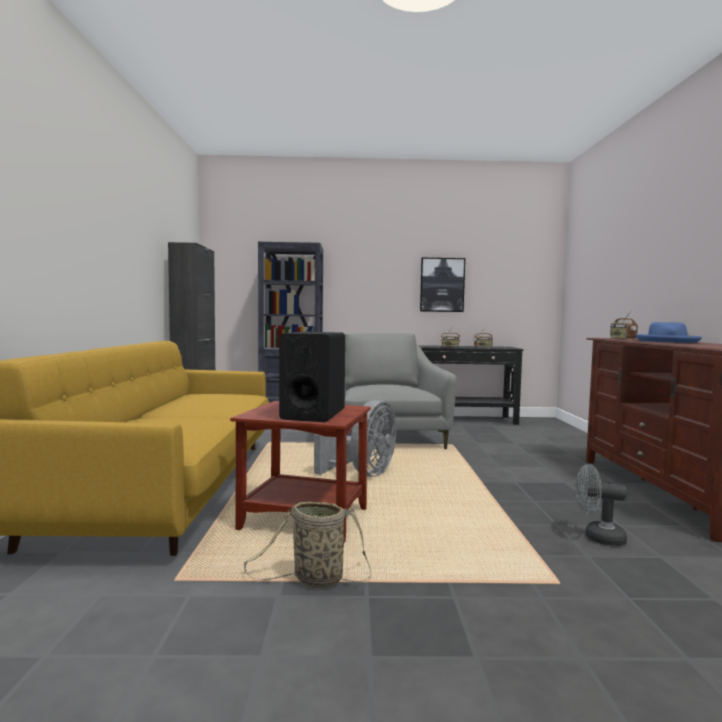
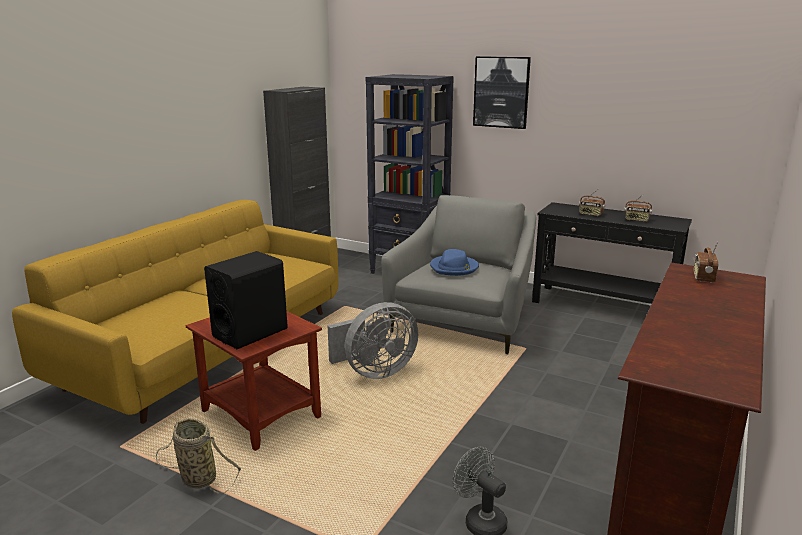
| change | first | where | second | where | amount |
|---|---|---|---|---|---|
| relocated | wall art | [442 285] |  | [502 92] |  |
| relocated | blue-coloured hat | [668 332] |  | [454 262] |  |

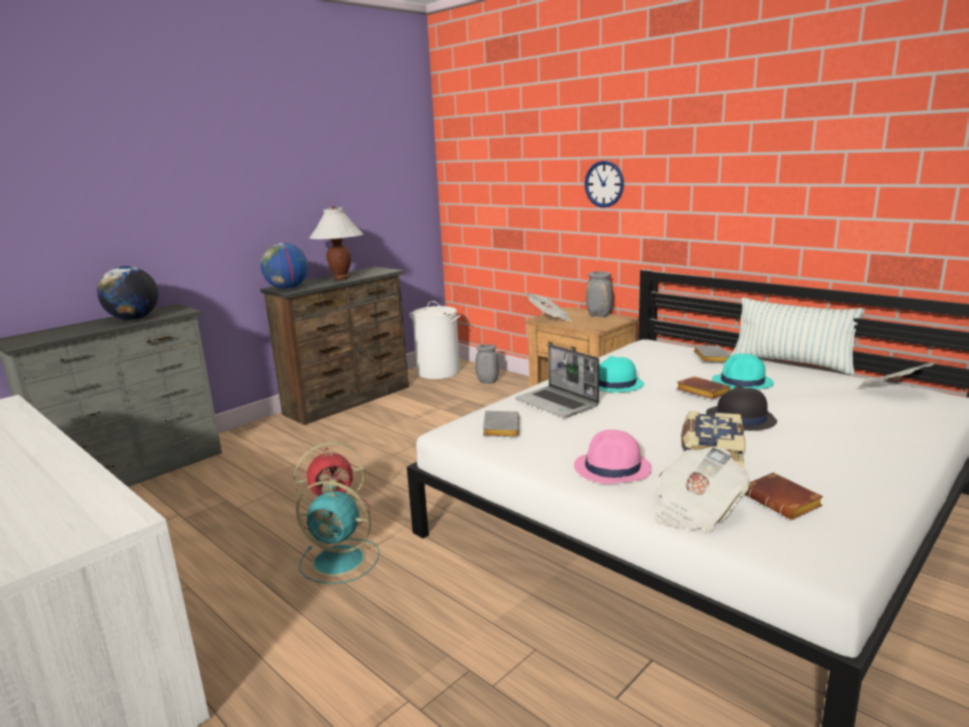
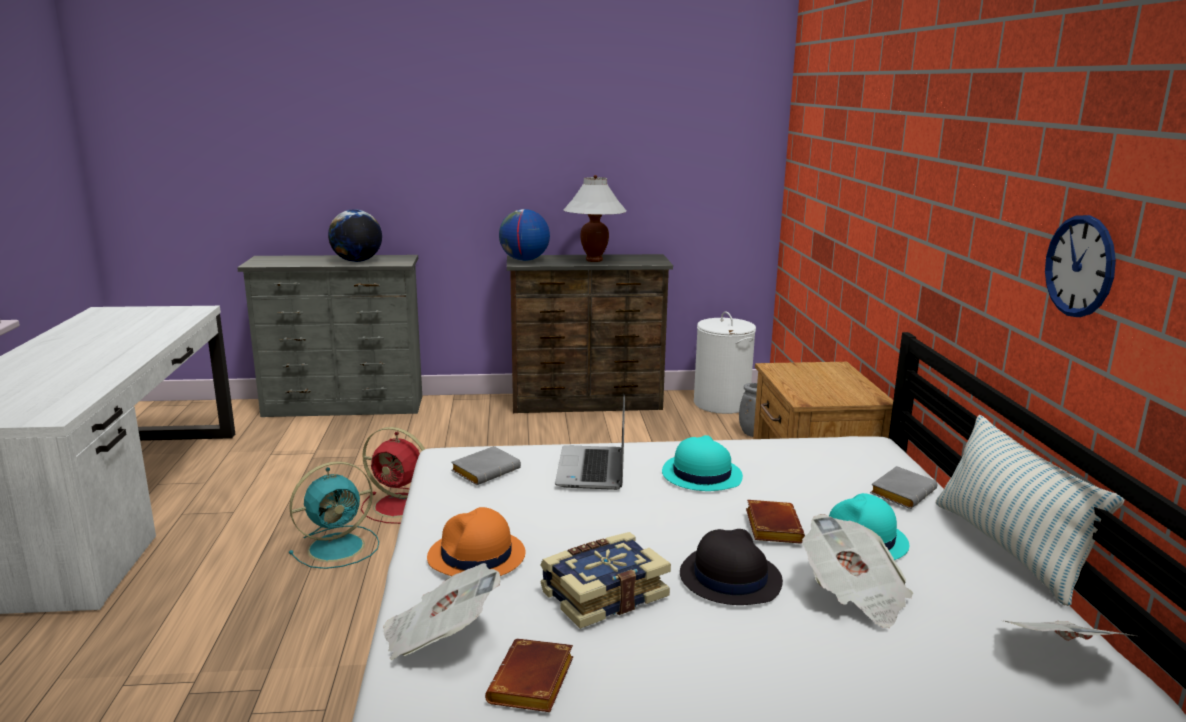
| change | first | where | second | where | amount |
|---|---|---|---|---|---|
| spun | turquoise-coloured fan | [338 532] |  | [334 515] | 90 degrees counterclockwise |
| relocated | newspaper | [548 307] |  | [857 571] |  |
| colour | pinkish hat | [613 457] | orangey hat | [476 541] |  |
| relocated | hanging clock | [604 184] |  | [1080 266] |  |
| missing | greyish vase | [599 294] |  |  |  |

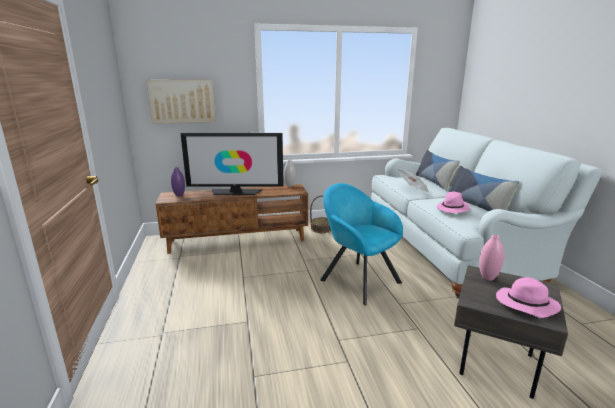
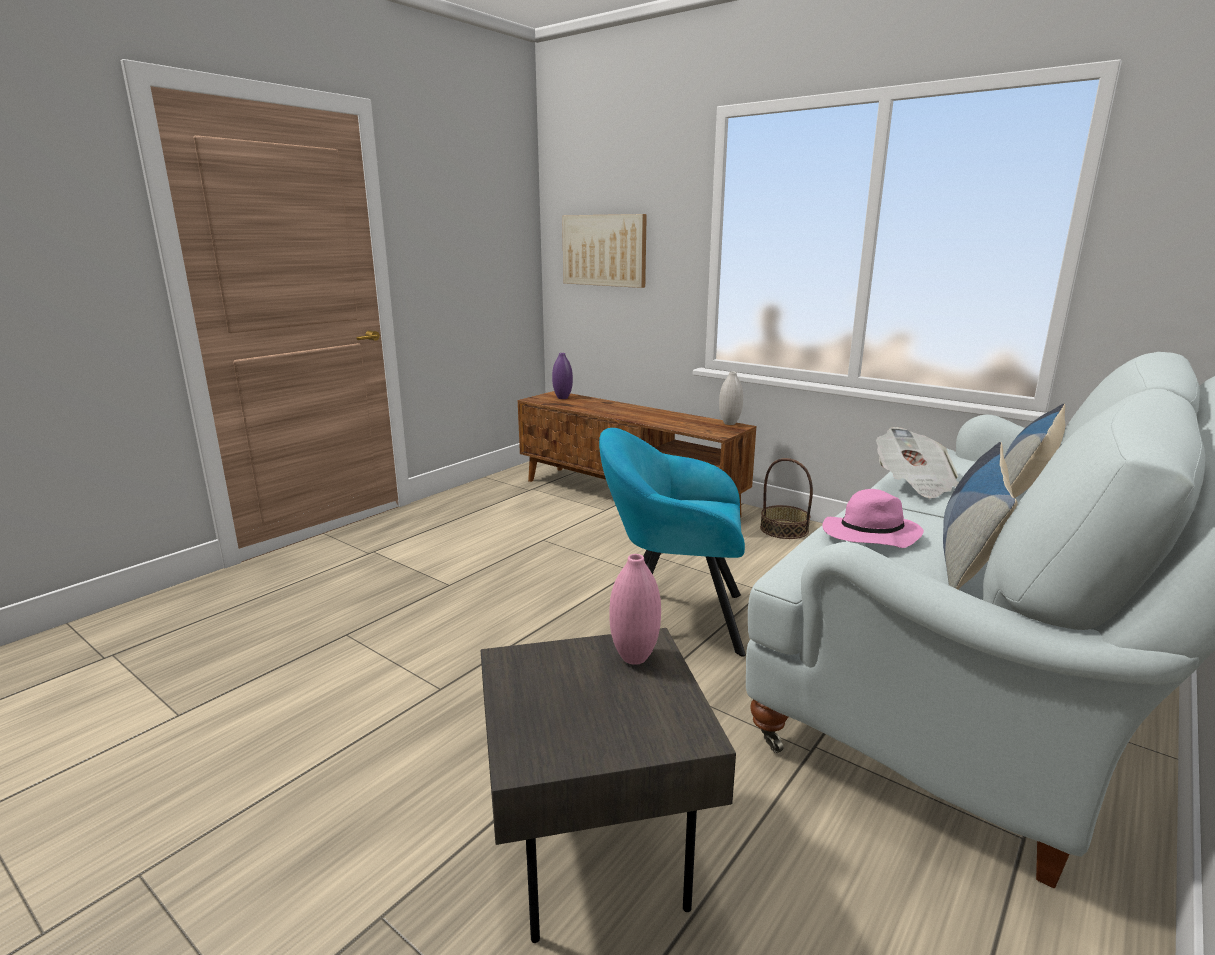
| change | first | where | second | where | amount |
|---|---|---|---|---|---|
| missing | TV set | [232 164] |  |  |  |
| spun | turquoise-coloured armchair | [361 244] |  | [672 542] | 90 degrees counterclockwise |
| missing | pinkish hat | [528 297] |  |  |  |

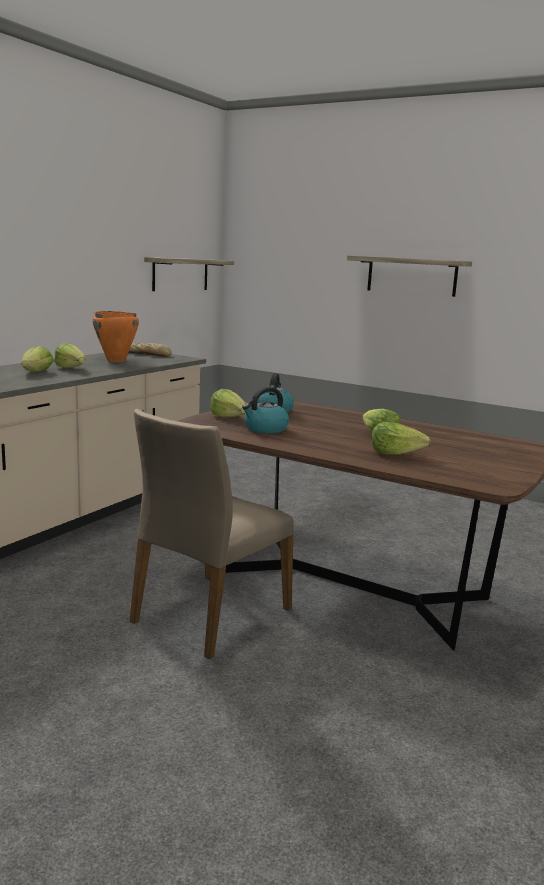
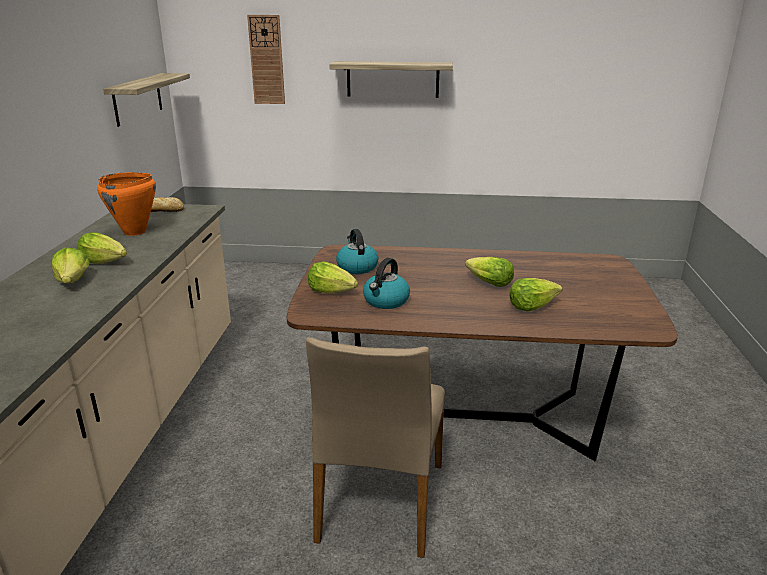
| change | first | where | second | where | amount |
|---|---|---|---|---|---|
| appeared |  |  | hanging clock | [266 59] |  |

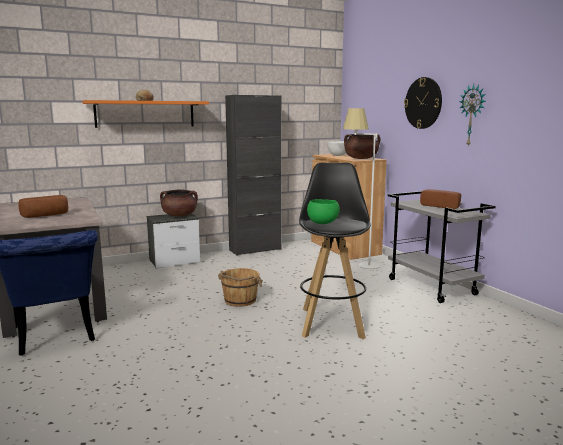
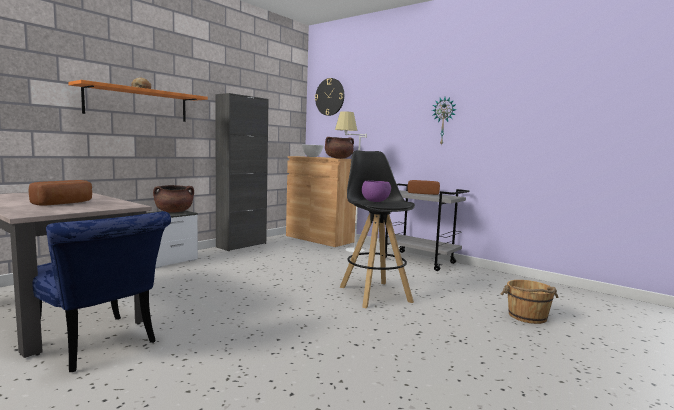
| change | first | where | second | where | amount |
|---|---|---|---|---|---|
| relocated | brown bucket | [240 287] |  | [529 302] |  |
| colour | greenish deep dish | [323 211] | purplish deep dish | [376 191] |  |
| relocated | hanging clock | [423 103] |  | [329 97] |  |

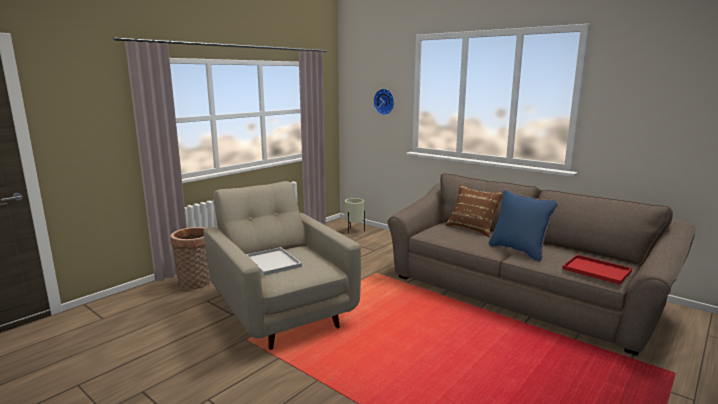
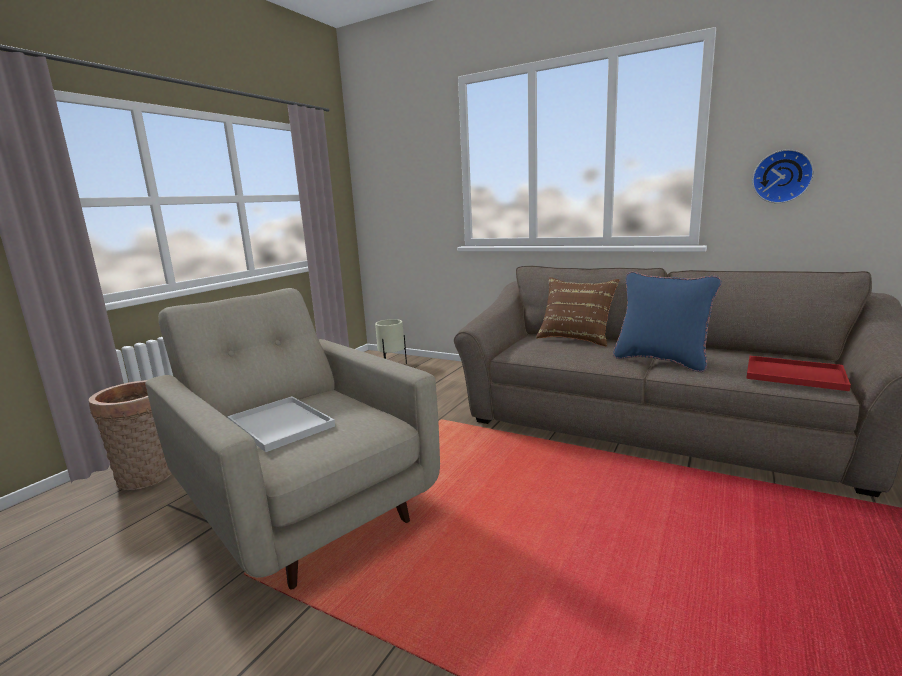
| change | first | where | second | where | amount |
|---|---|---|---|---|---|
| relocated | hanging clock | [383 102] |  | [783 176] |  |

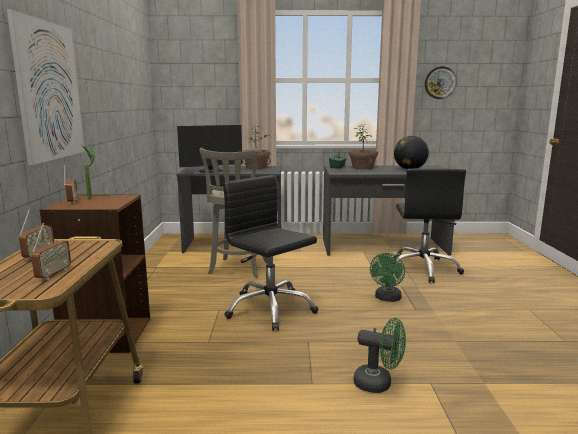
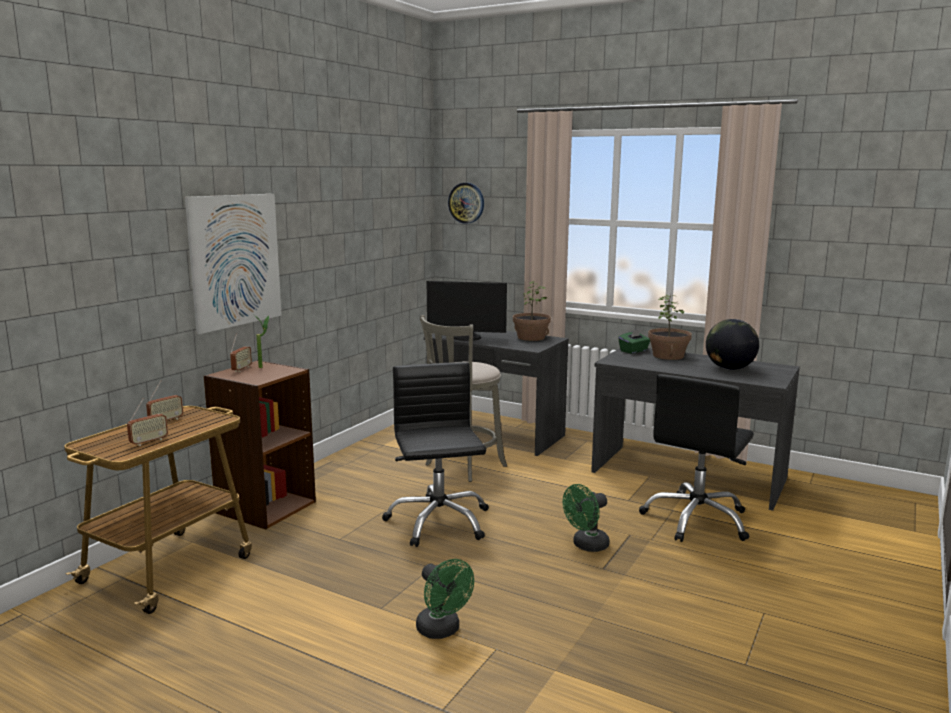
| change | first | where | second | where | amount |
|---|---|---|---|---|---|
| relocated | hanging clock | [441 82] |  | [466 203] |  |

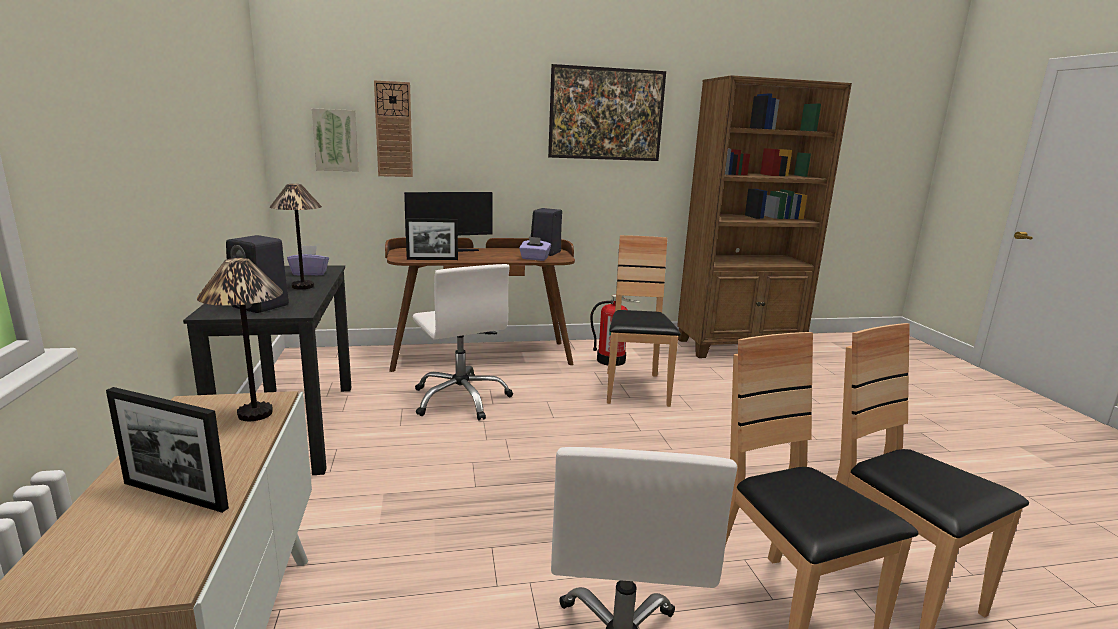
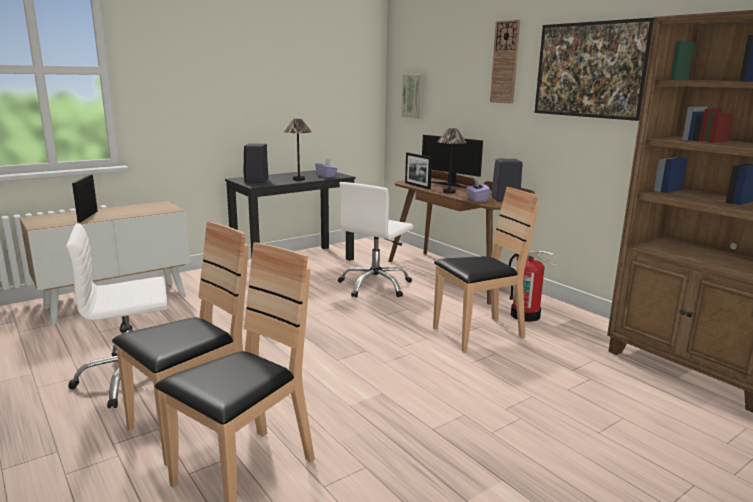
| change | first | where | second | where | amount |
|---|---|---|---|---|---|
| relocated | lamp for a table | [240 339] |  | [452 161] |  |
| relocated | hanging clock | [393 128] |  | [505 62] |  |

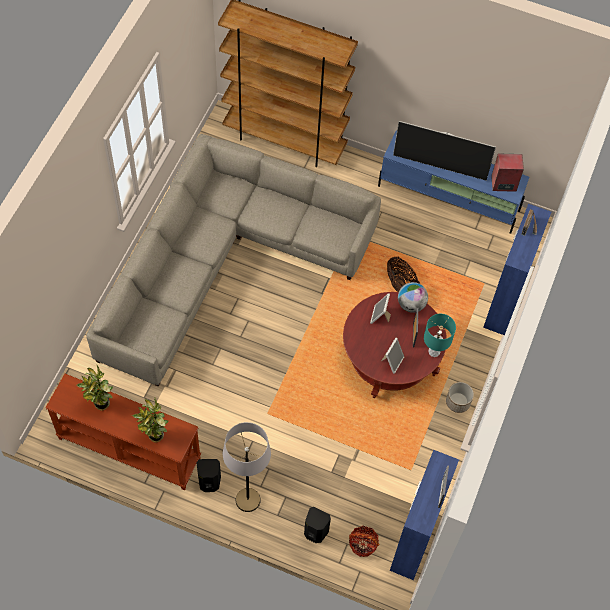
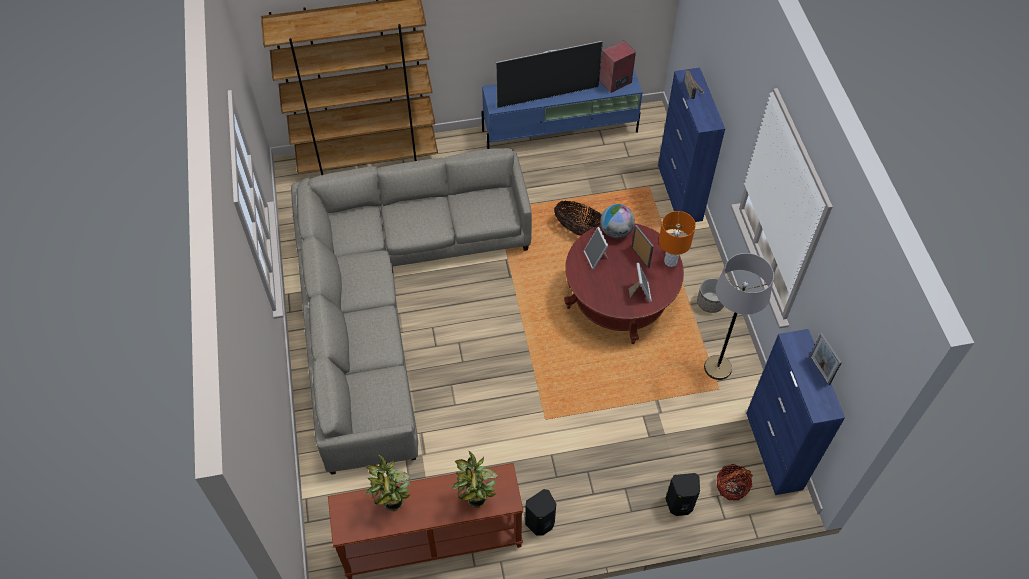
| change | first | where | second | where | amount |
|---|---|---|---|---|---|
| relocated | greyish standing lamp | [247 467] |  | [739 316] |  |
| colour | turquoise-coloured lamp for a table | [440 335] | orangey lamp for a table | [677 239] |  |

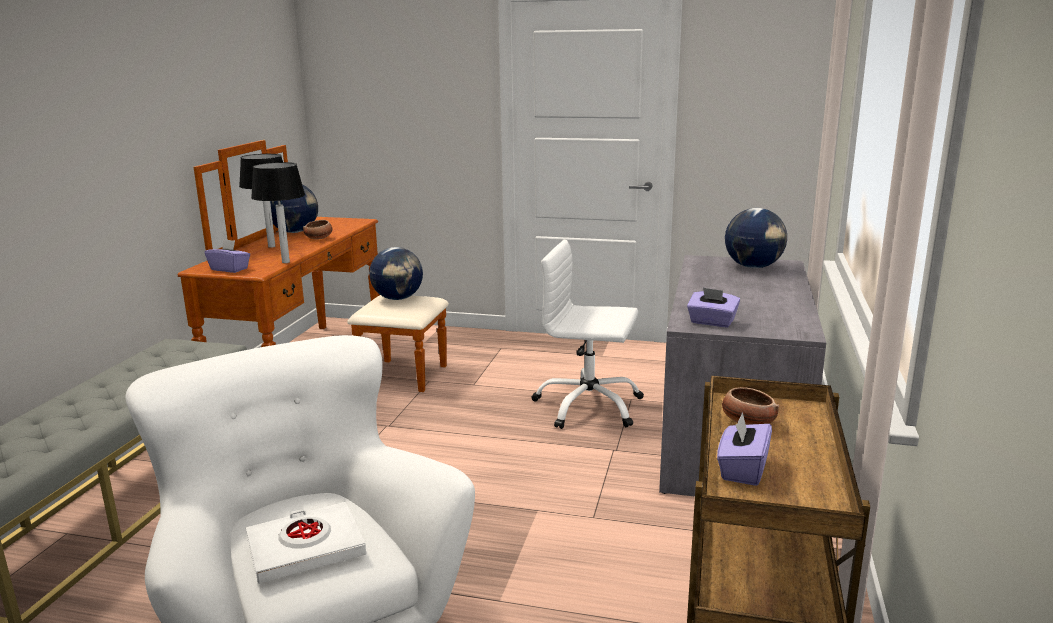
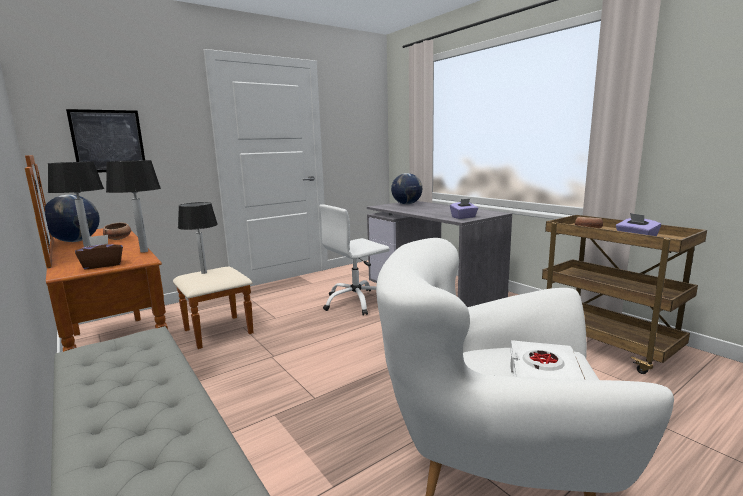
| change | first | where | second | where | amount |
|---|---|---|---|---|---|
| colour | purplish box of tissues | [227 256] | brown box of tissues | [99 252] |  |
| exchanged | world globe | [396 273] | lamp for a table | [198 238] |  |
| appeared |  |  | wall art | [105 141] |  |

